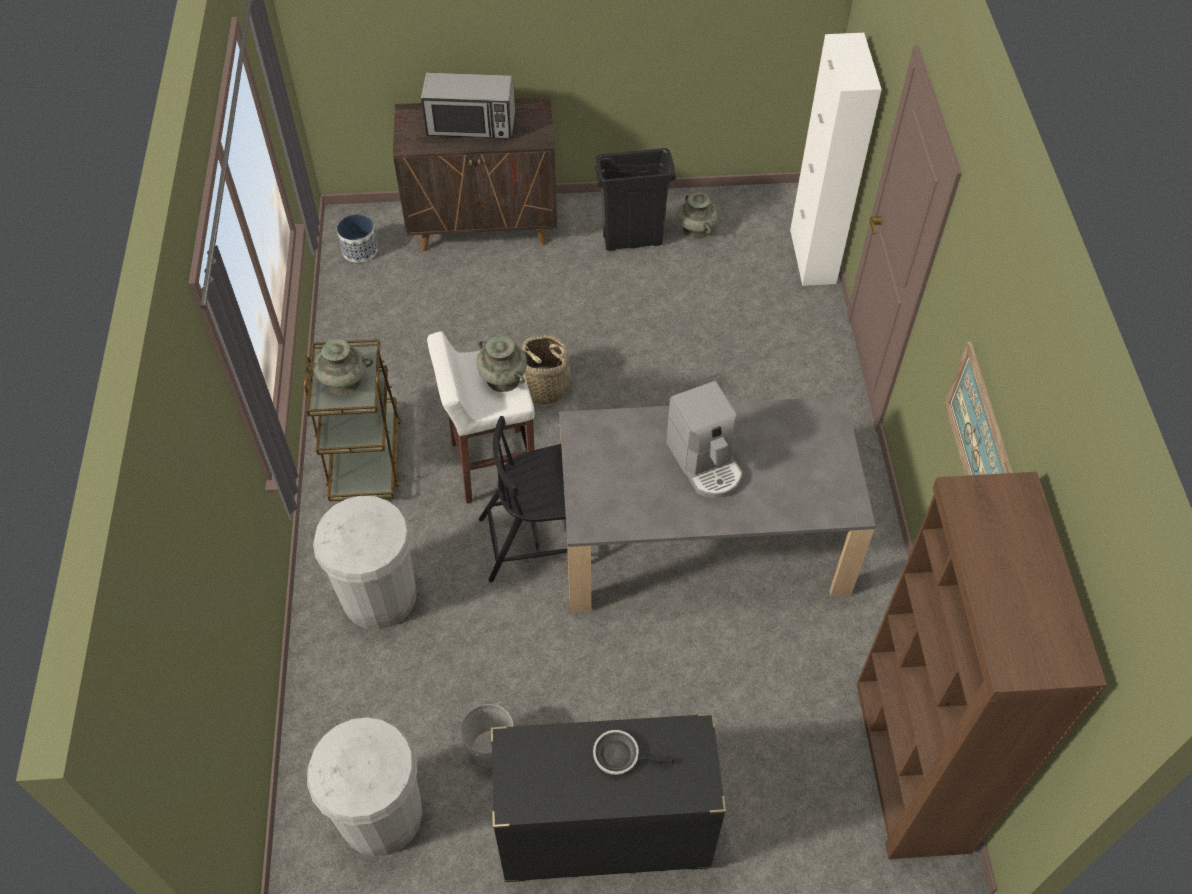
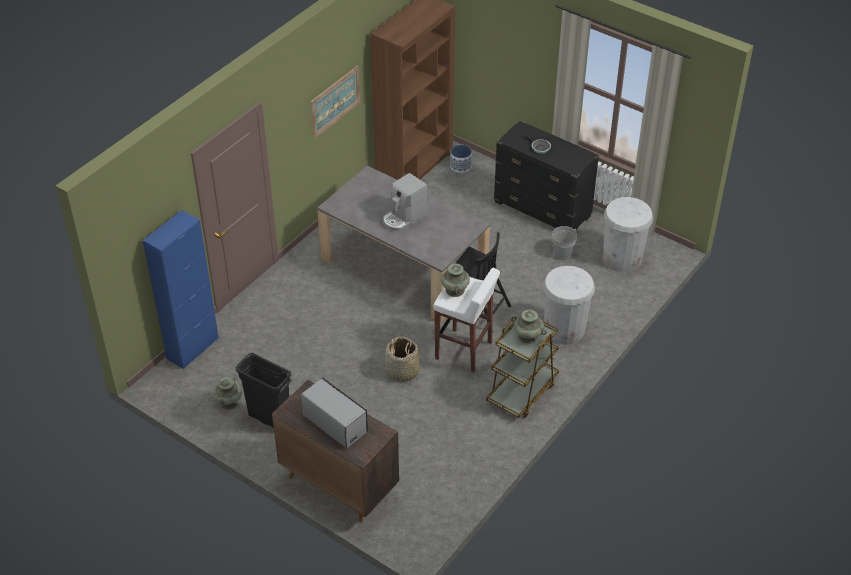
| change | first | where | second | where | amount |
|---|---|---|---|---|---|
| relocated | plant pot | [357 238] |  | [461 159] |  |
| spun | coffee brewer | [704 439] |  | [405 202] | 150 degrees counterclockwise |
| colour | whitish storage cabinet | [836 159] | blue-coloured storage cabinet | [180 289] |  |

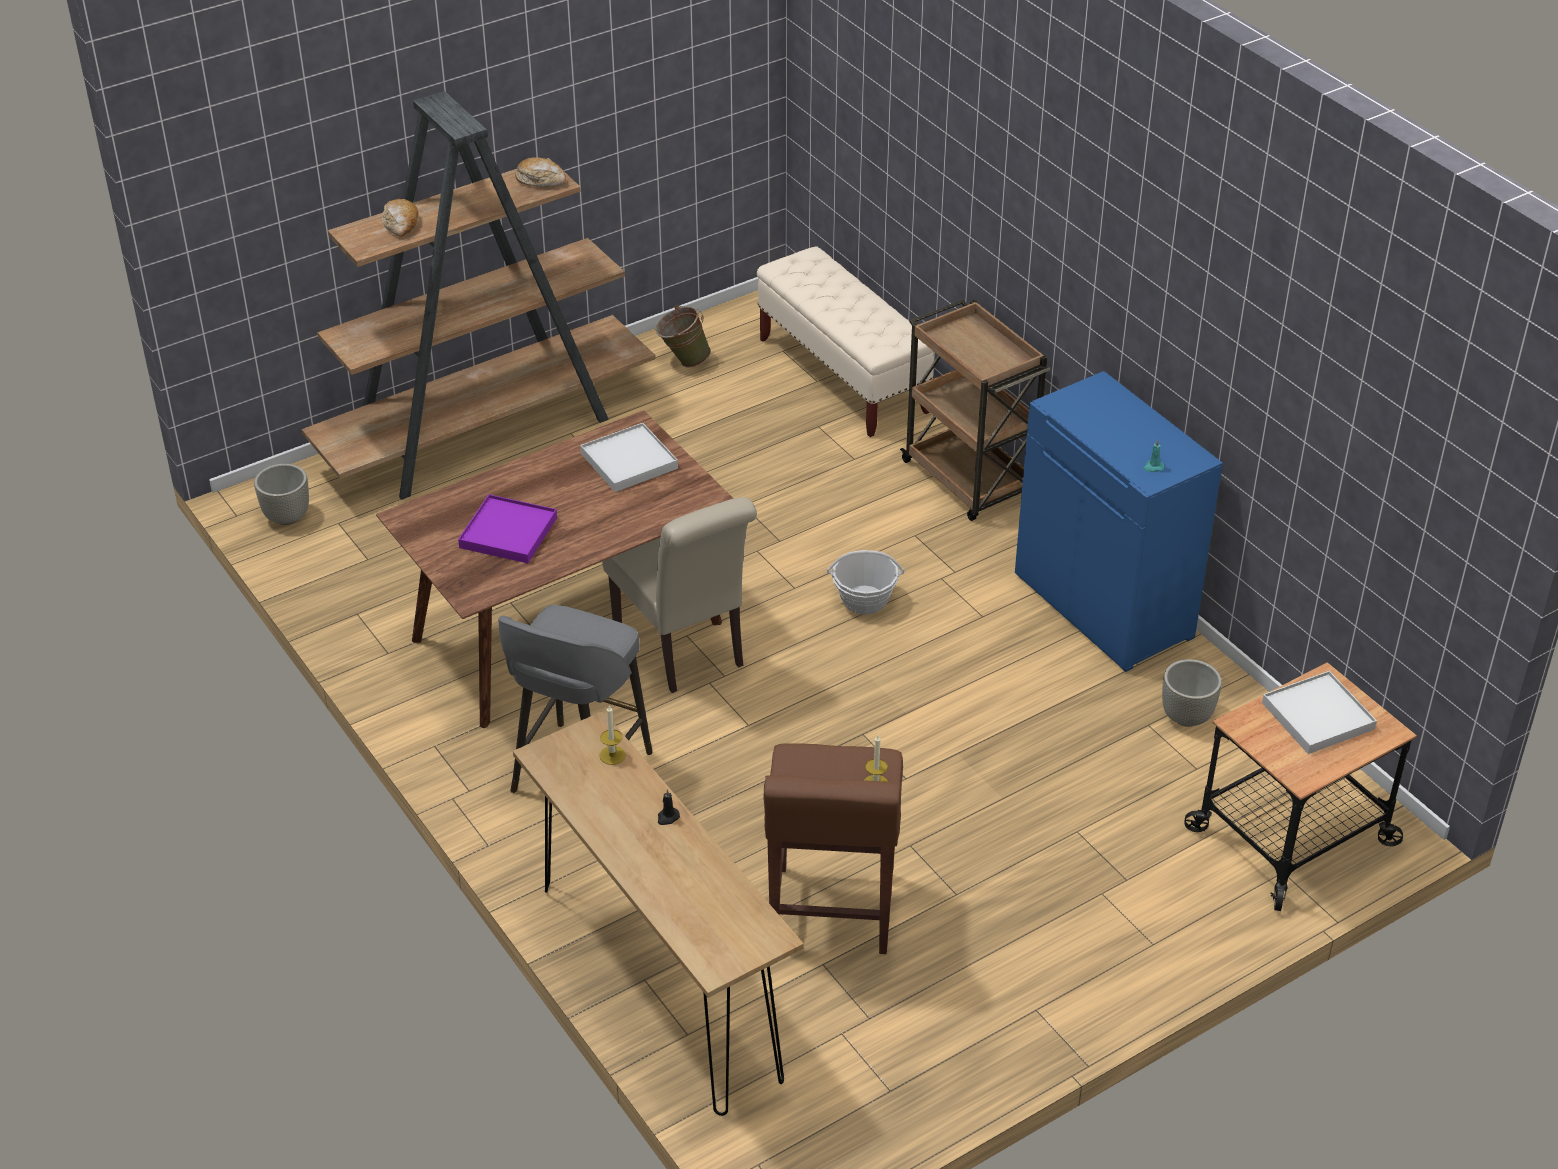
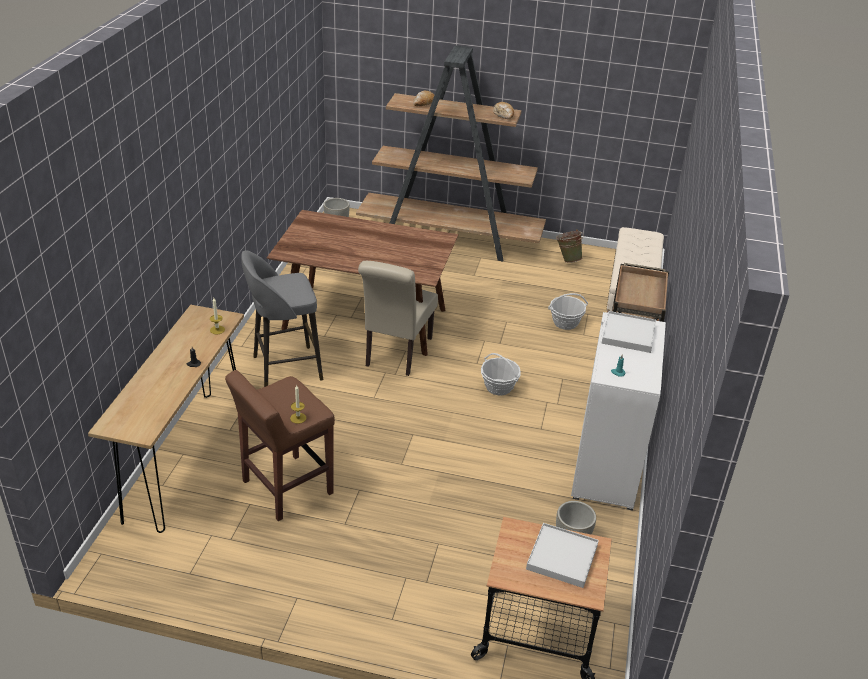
| change | first | where | second | where | amount |
|---|---|---|---|---|---|
| missing | purplish tray | [507 528] |  |  |  |
| relocated | whitish tray | [629 457] |  | [628 332] |  |
| colour | blue-coloured storage cabinet | [1119 521] | whitish storage cabinet | [618 411] |  |
| appeared |  |  | household basket | [568 311] |  |

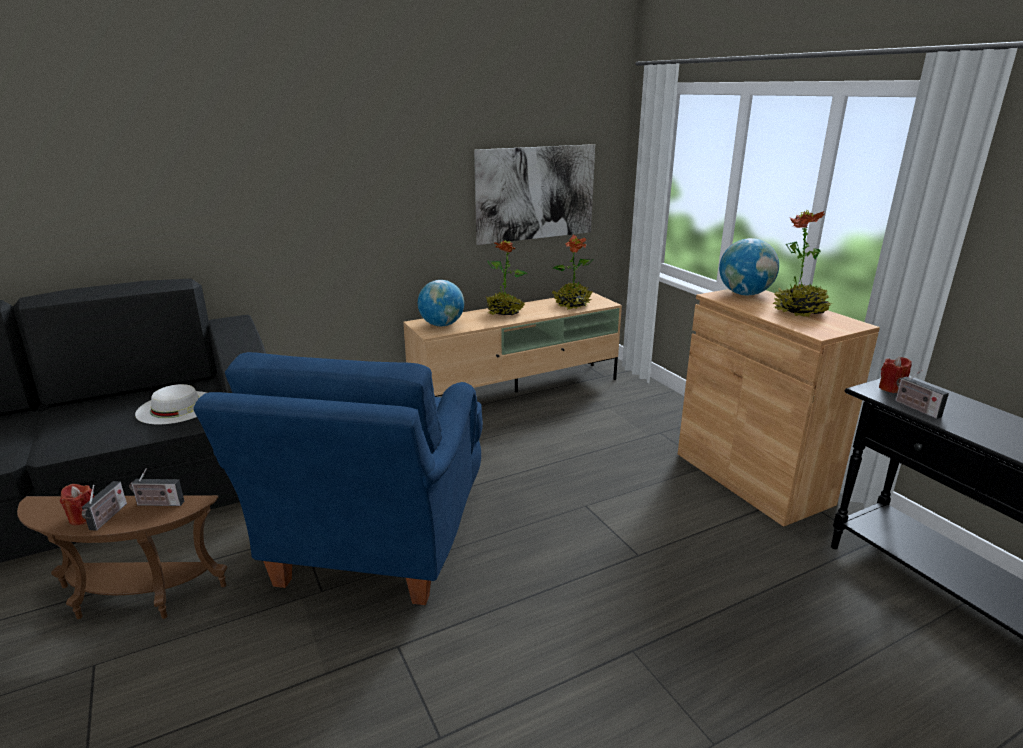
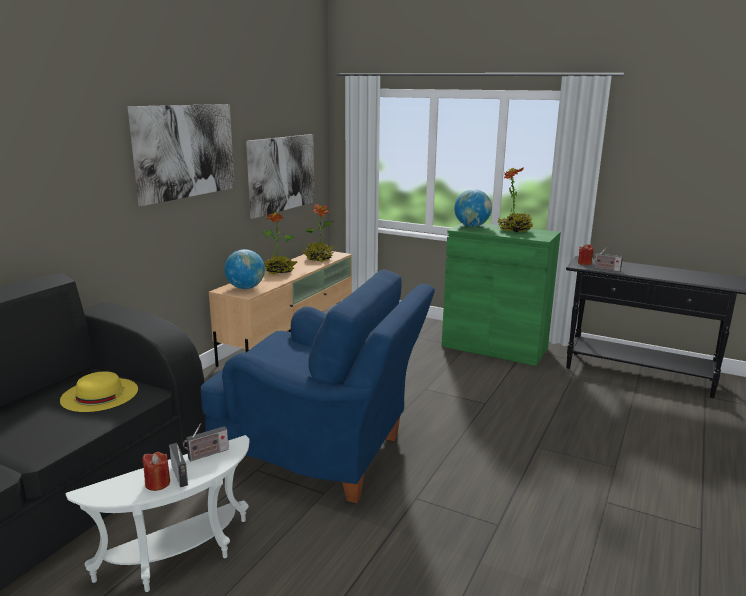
| change | first | where | second | where | amount |
|---|---|---|---|---|---|
| colour | brown end table | [122 557] | whitish end table | [157 513] |  |
| colour | whitish hat | [170 404] | yellow-coloured hat | [99 391] |  |
| spun | blue-coloured armchair | [338 478] |  | [318 386] | 45 degrees counterclockwise |
| colour | brown storage cabinet | [779 408] | greenish storage cabinet | [501 294] |  |
| appeared |  |  | wall art | [181 155] |  |

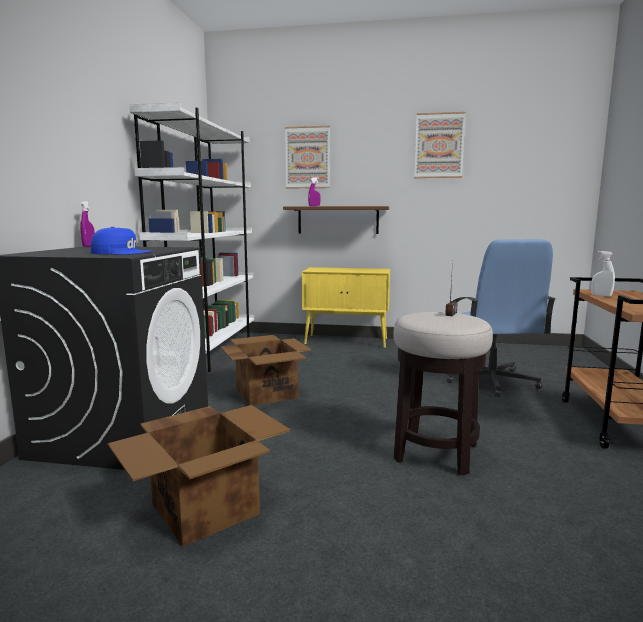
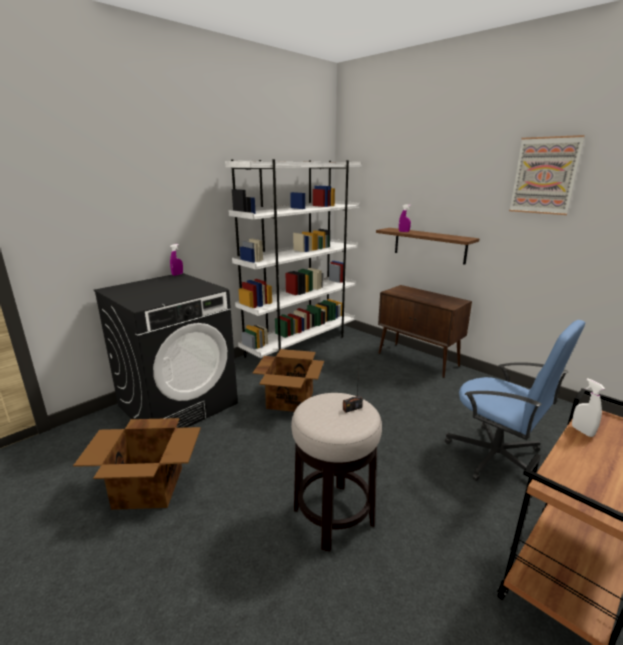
| change | first | where | second | where | amount |
|---|---|---|---|---|---|
| missing | blue-coloured cap | [121 241] |  |  |  |
| missing | wall art | [307 157] |  |  |  |
| colour | yellow-coloured storage cabinet | [346 307] | brown storage cabinet | [425 331] |  |
| spun | blue-coloured desk chair | [500 318] |  | [515 400] | 75 degrees counterclockwise |

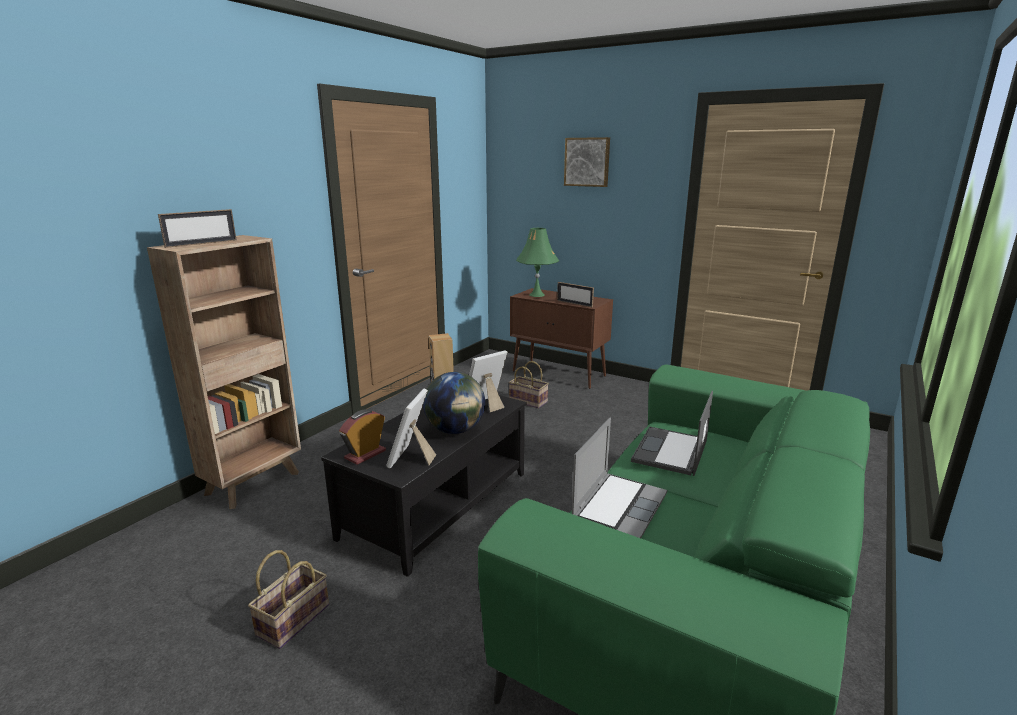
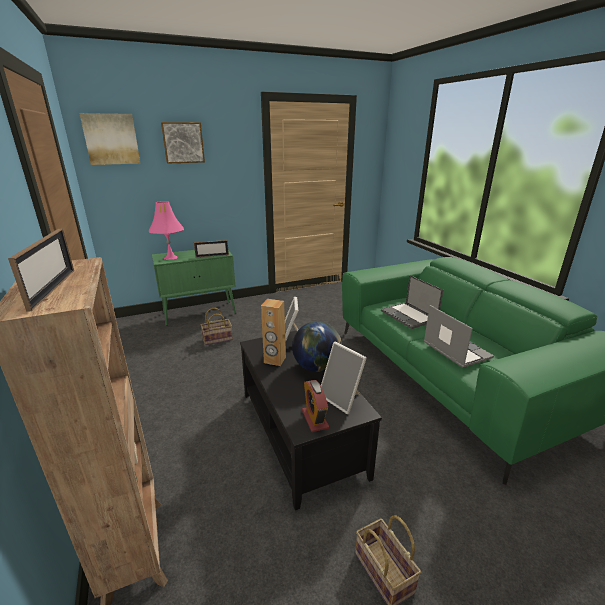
| change | first | where | second | where | amount |
|---|---|---|---|---|---|
| colour | brown storage cabinet | [561 338] | greenish storage cabinet | [194 288] |  |
| colour | greenish lamp for a table | [537 262] | pinkish lamp for a table | [166 230] |  |
| appeared |  |  | wall art | [110 139] |  |

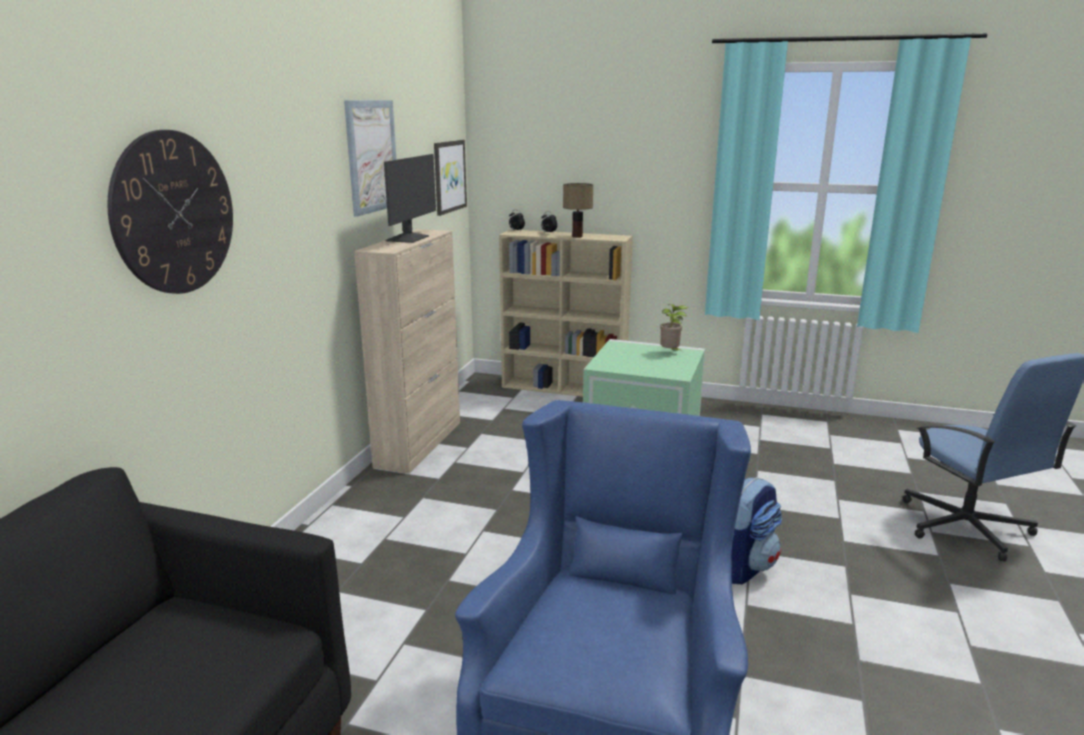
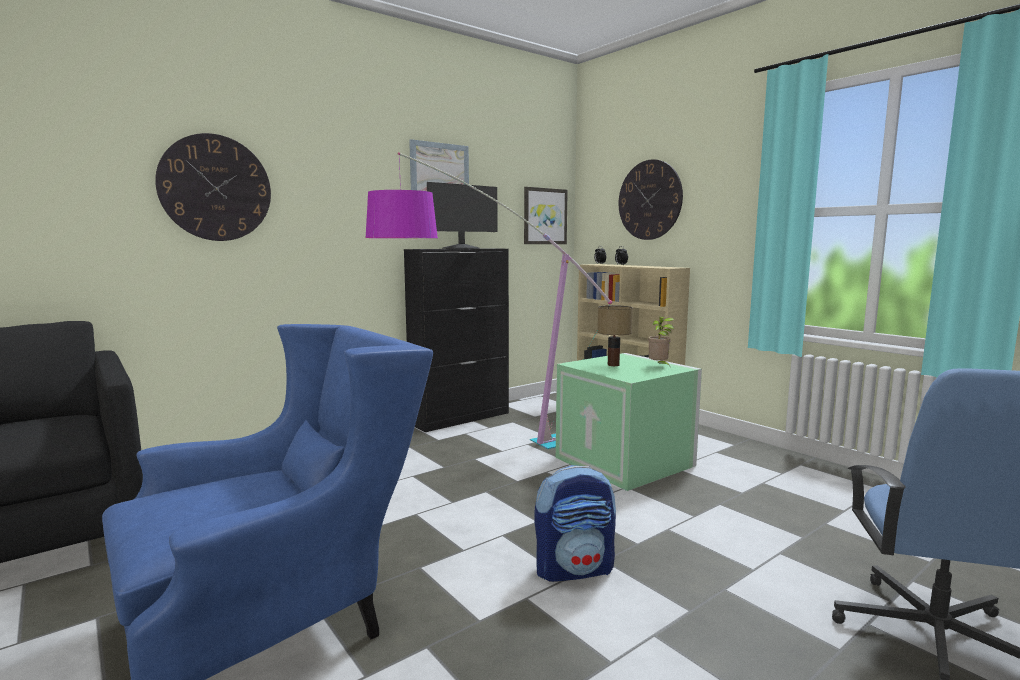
| change | first | where | second | where | amount |
|---|---|---|---|---|---|
| colour | beige storage cabinet | [407 351] | blackish storage cabinet | [456 340] |  |
| relocated | lamp for a table | [578 210] |  | [615 335] |  |
| appeared |  |  | standing lamp | [489 300] |  |
| appeared |  |  | hanging clock | [651 199] |  |

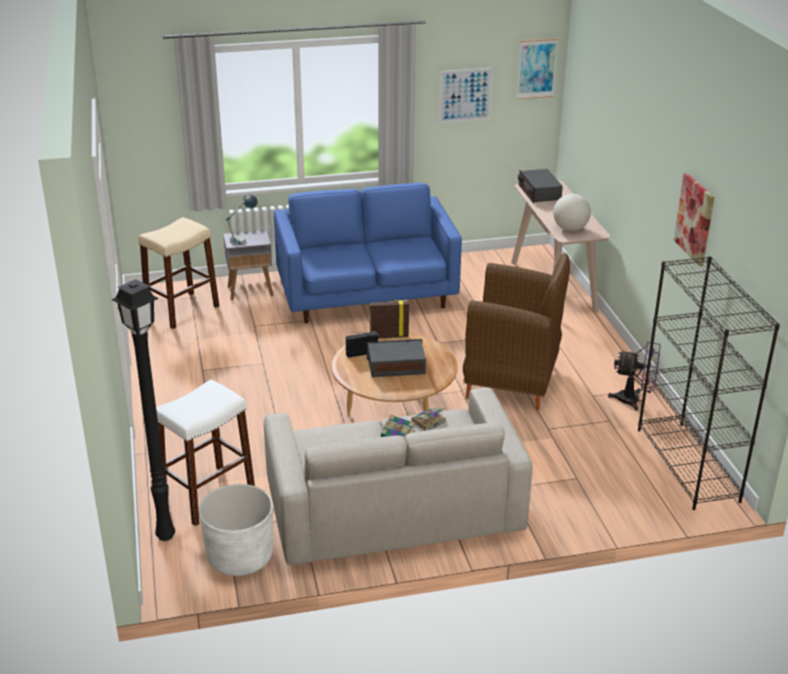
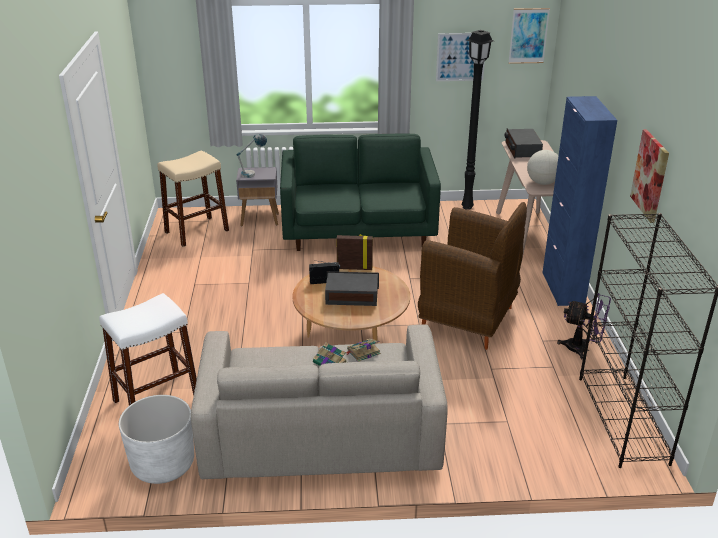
| change | first | where | second | where | amount |
|---|---|---|---|---|---|
| relocated | blackish standing lamp | [143 410] |  | [478 120] |  |
| colour | blue-coloured settee | [368 253] | greenish settee | [360 192] |  |
| appeared |  |  | blue-coloured storage cabinet | [579 201] |  |

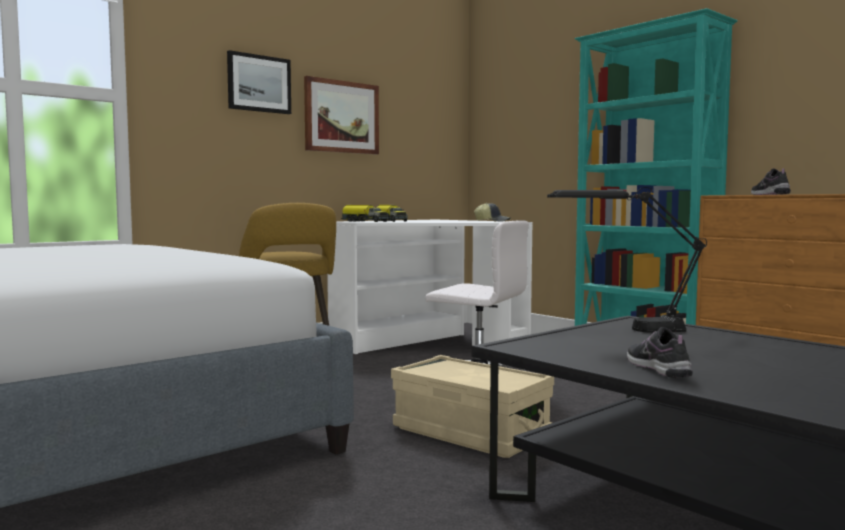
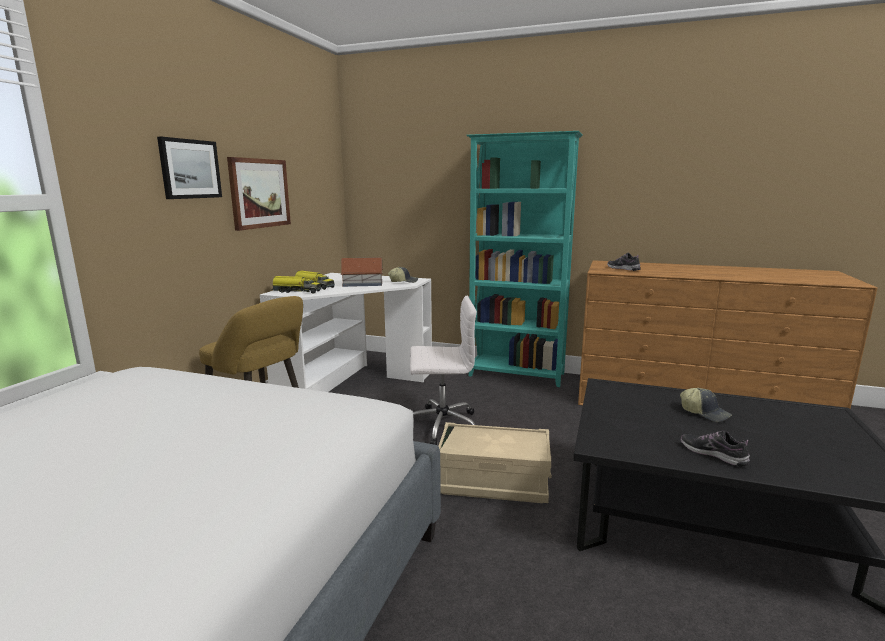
| change | first | where | second | where | amount |
|---|---|---|---|---|---|
| missing | blackish lamp for a table | [627 260] |  |  |  |
| appeared |  |  | miniature house | [362 272] |  |
| appeared |  |  | cap | [706 405] |  |

